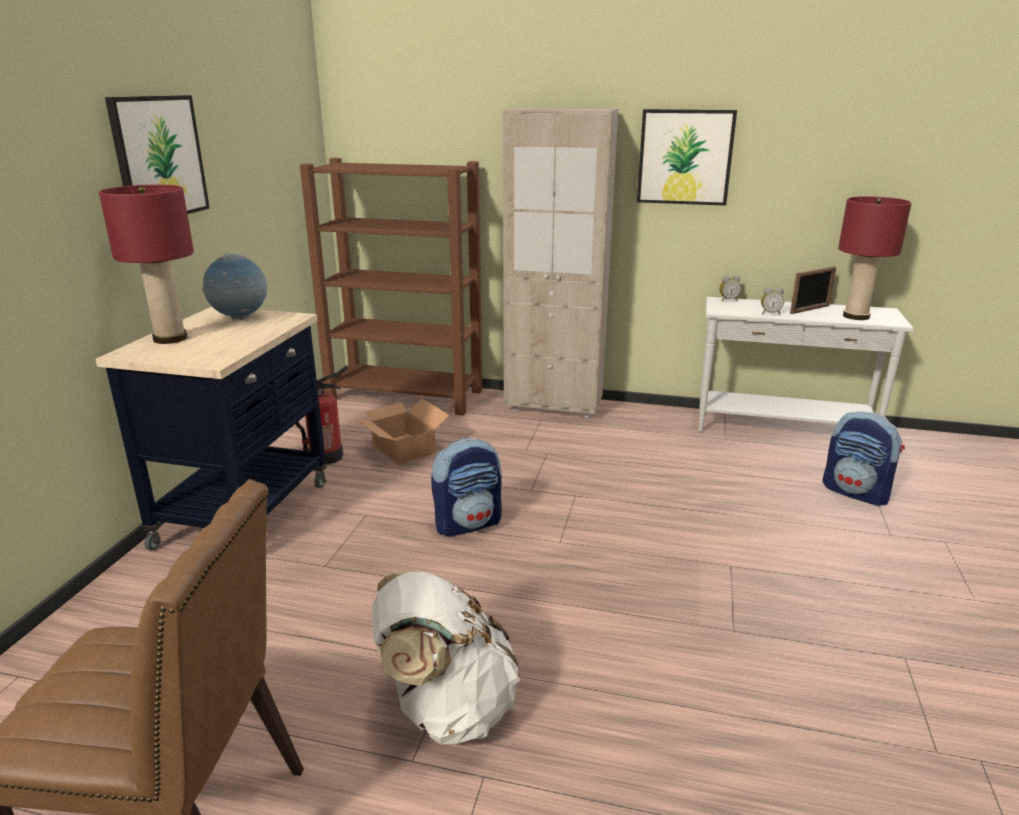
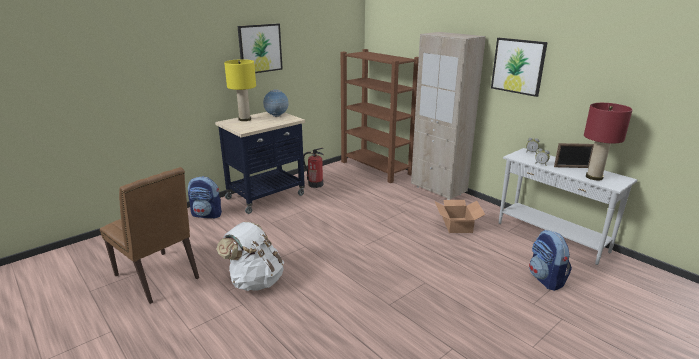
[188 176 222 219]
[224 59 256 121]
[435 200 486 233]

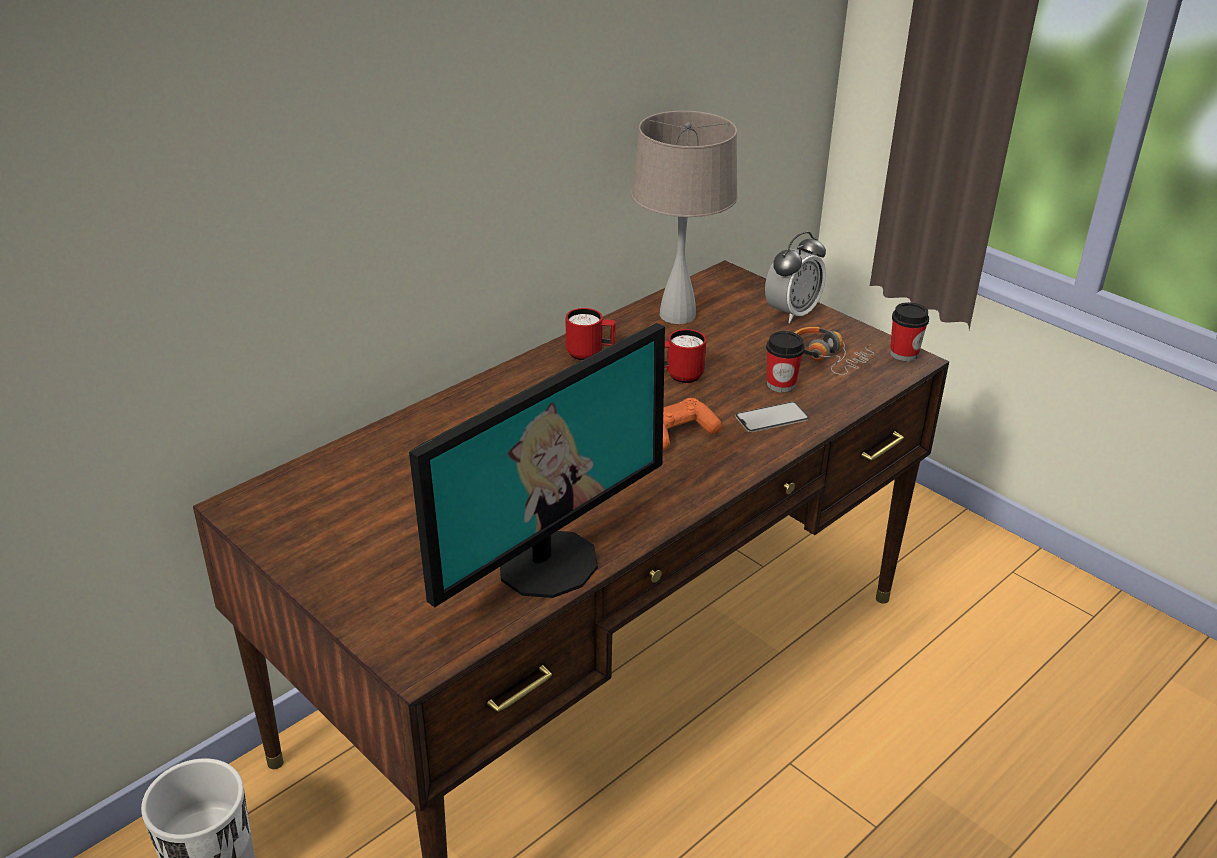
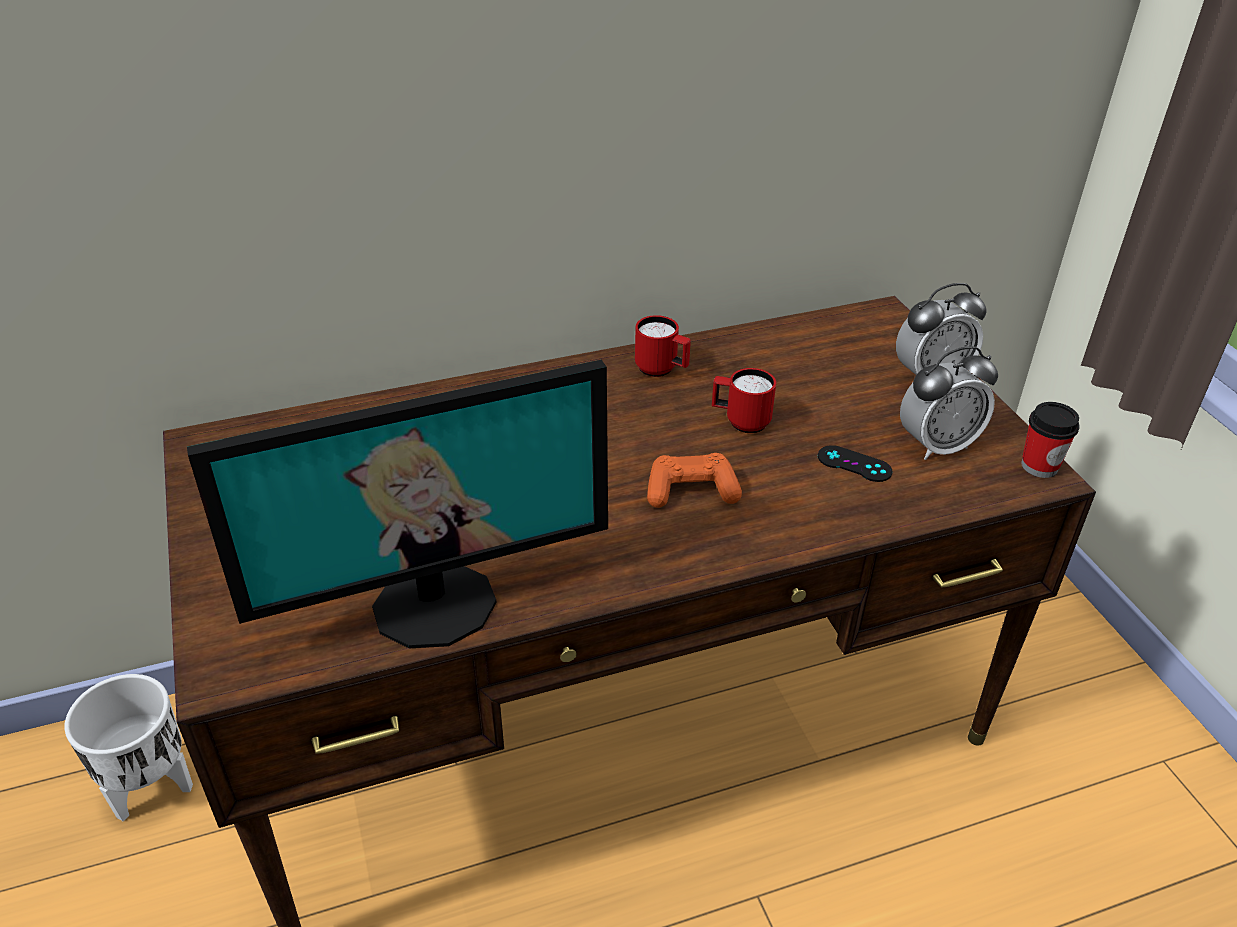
[818 445 892 482]
[900 346 998 460]
[631 111 738 324] (first image)
[735 402 809 433] (first image)

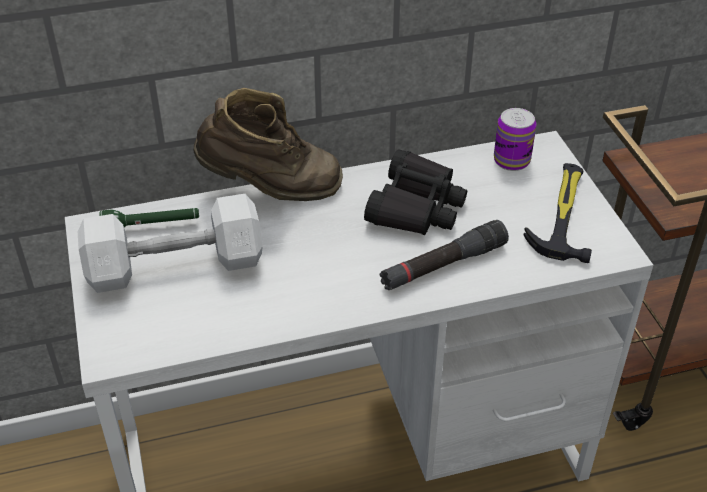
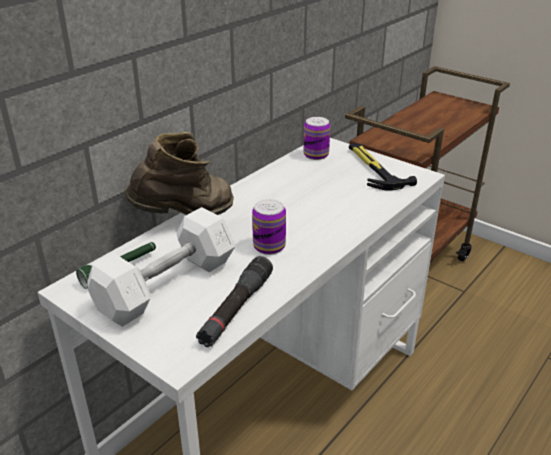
[196 256 273 347]
[252 199 286 255]
[364 149 467 235] (first image)

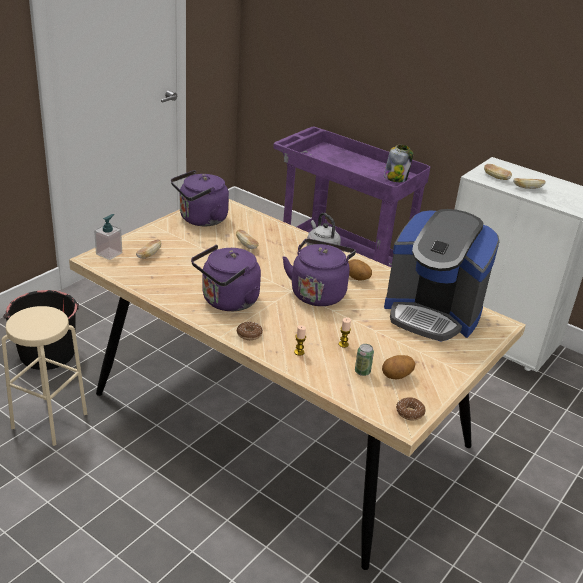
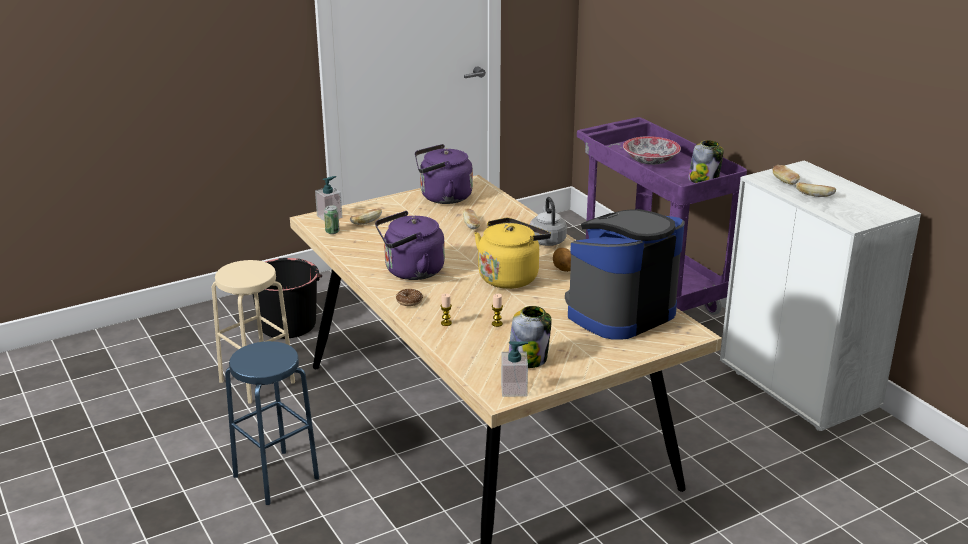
[225 341 319 505]
[324 205 340 234]
[474 218 551 289]
[501 341 528 397]
[508 306 552 368]
[565 209 685 340]
[623 136 681 165]

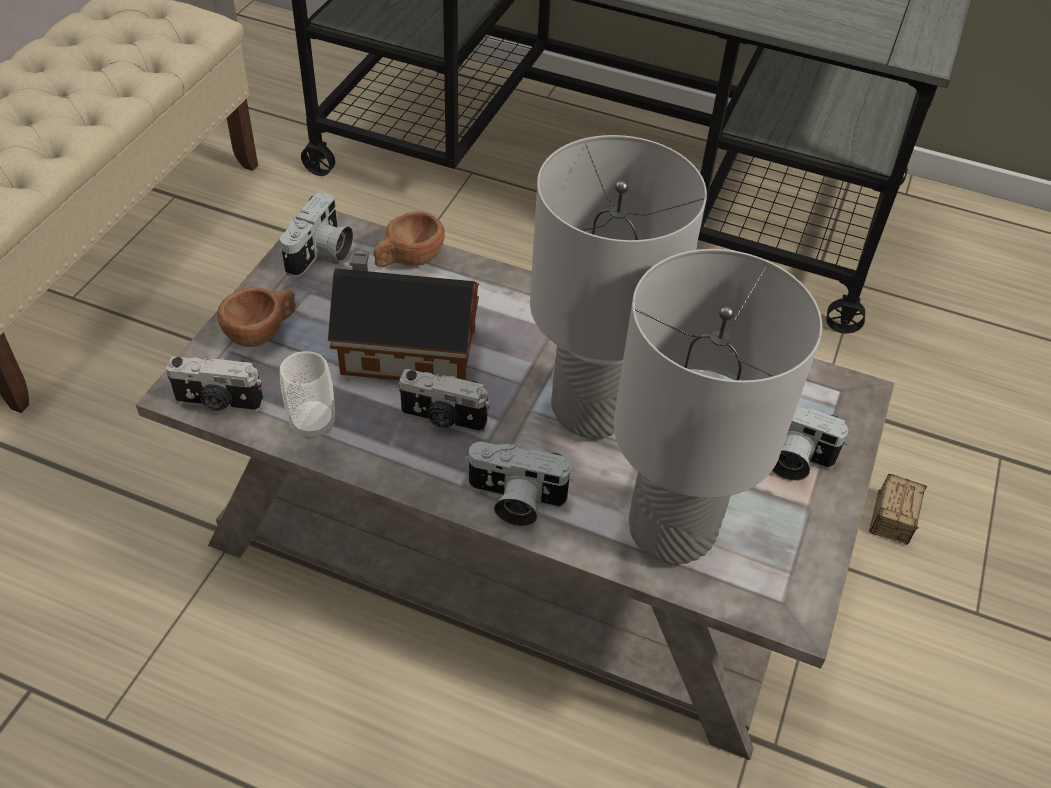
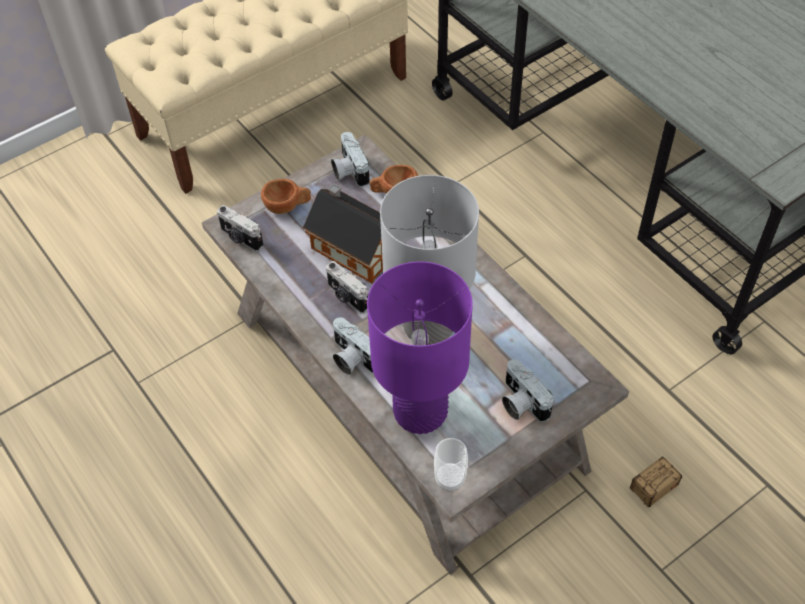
[331 132 370 187]
[367 261 473 434]
[434 438 468 490]

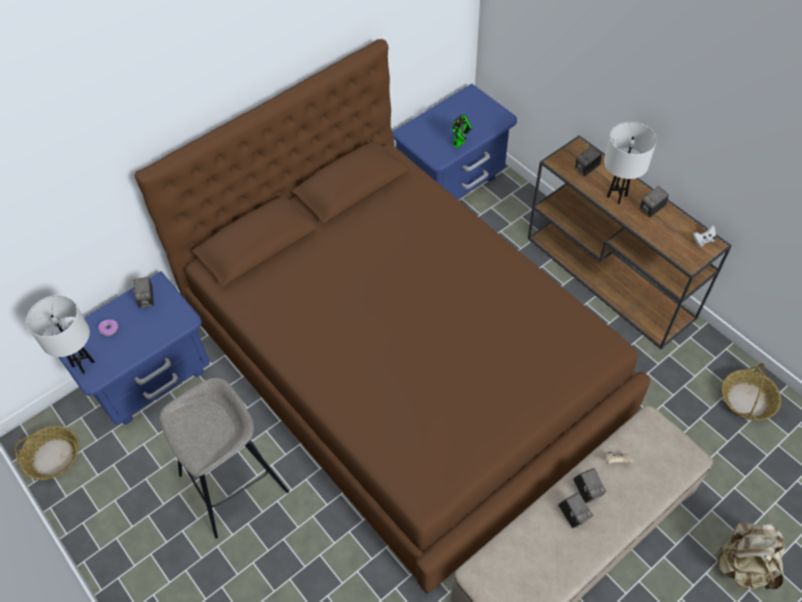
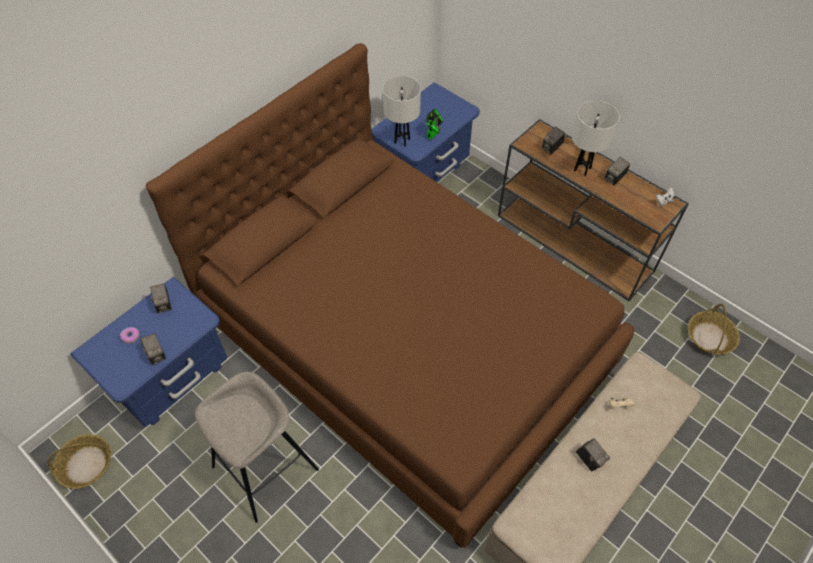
[140 333 166 365]
[383 76 421 147]
[715 522 785 589] (first image)

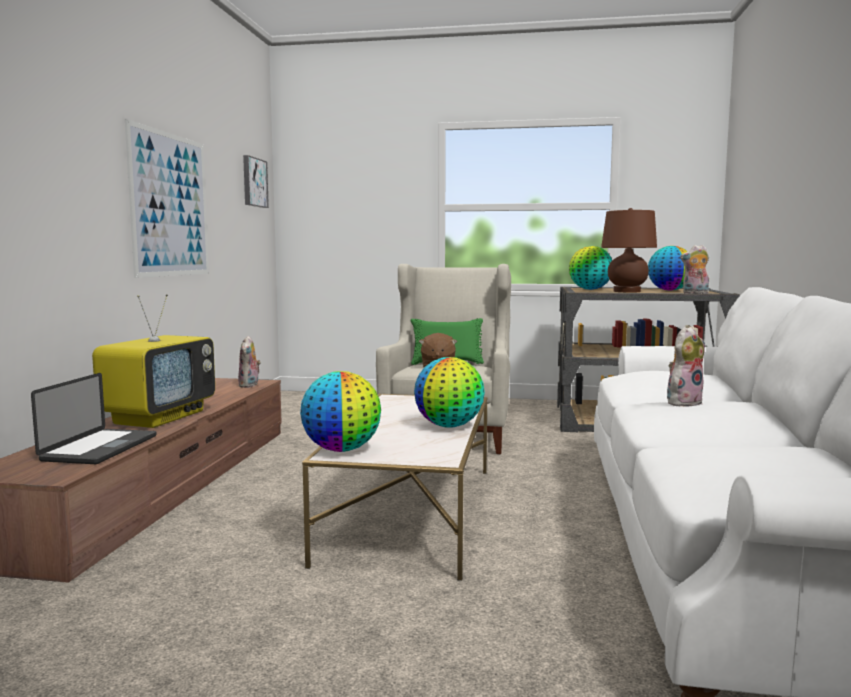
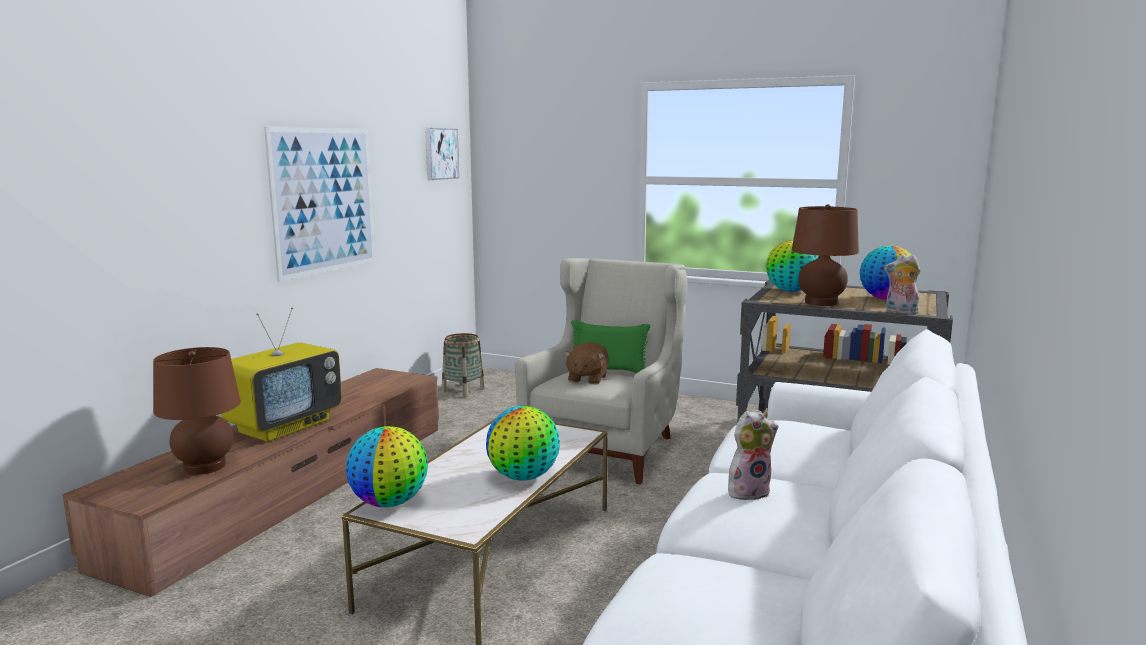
[153 347 241 475]
[442 333 485 397]
[238 336 261 388] (first image)

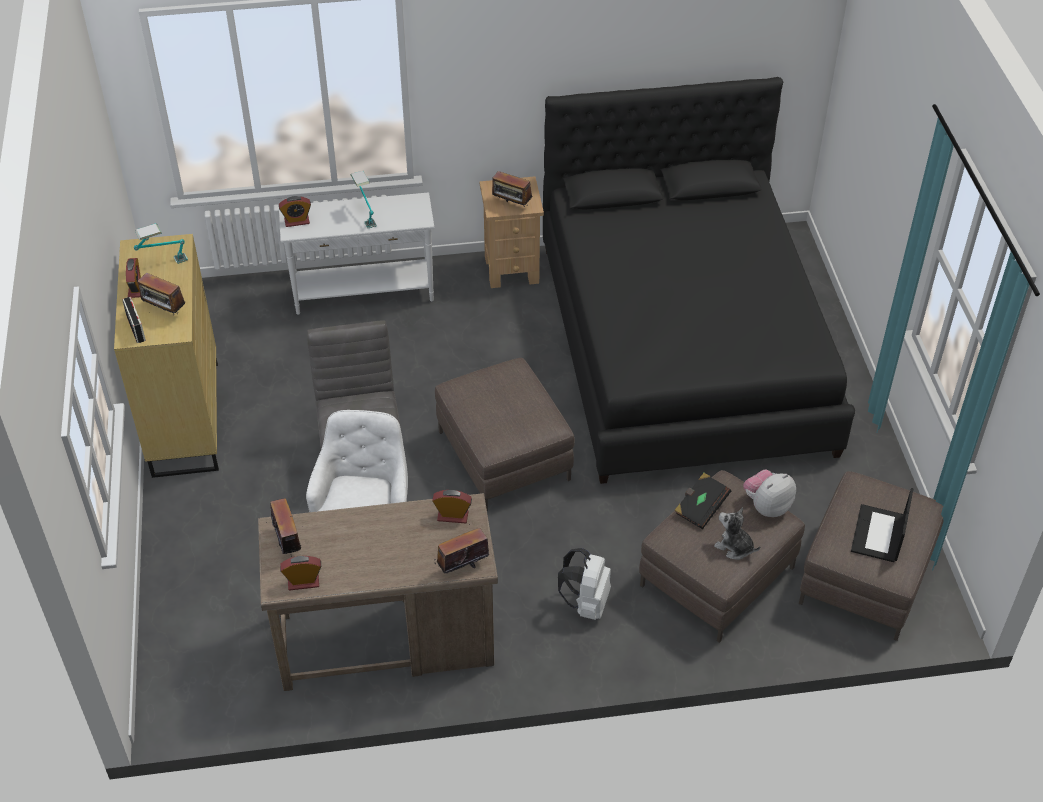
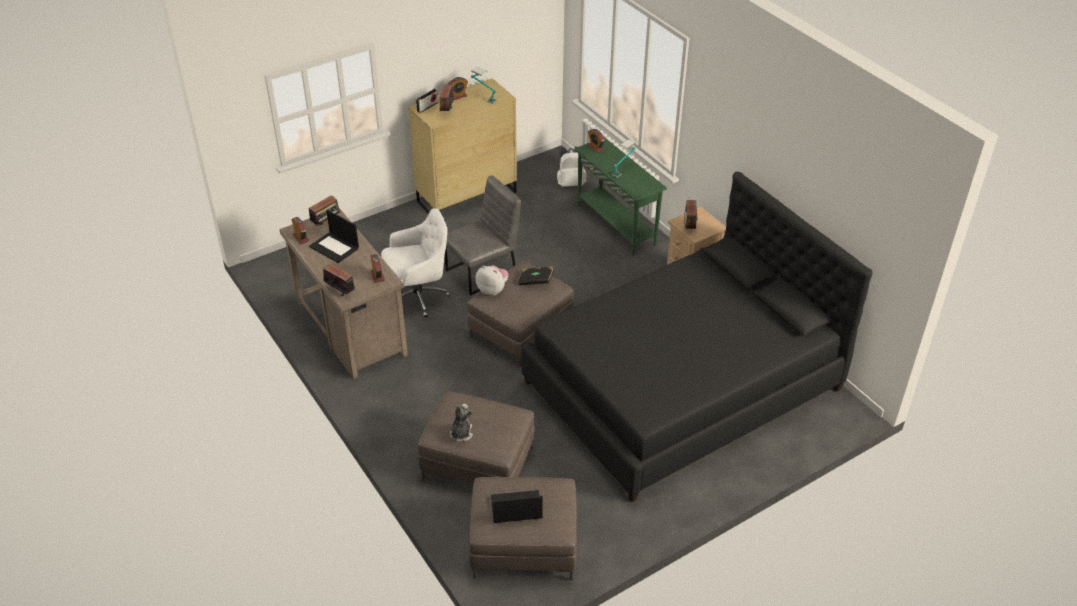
[309 210 359 263]
[476 265 509 296]
[518 266 554 285]
[557 146 586 187]
[574 137 667 256]

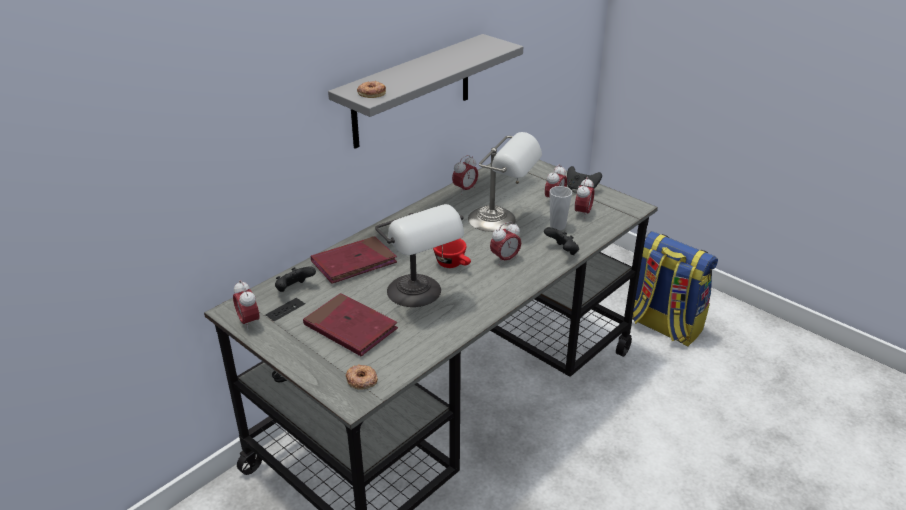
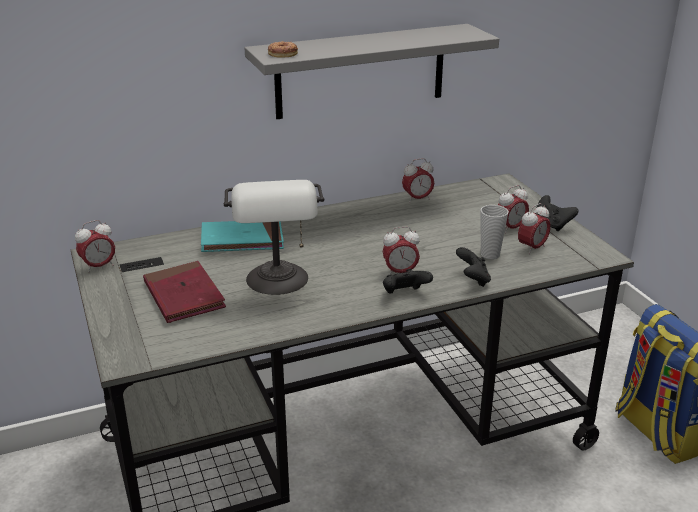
[75 220 115 273]
[201 221 284 252]
[383 269 433 293]
[346 364 378 390] (first image)
[433 239 471 268] (first image)
[468 132 542 232] (first image)

